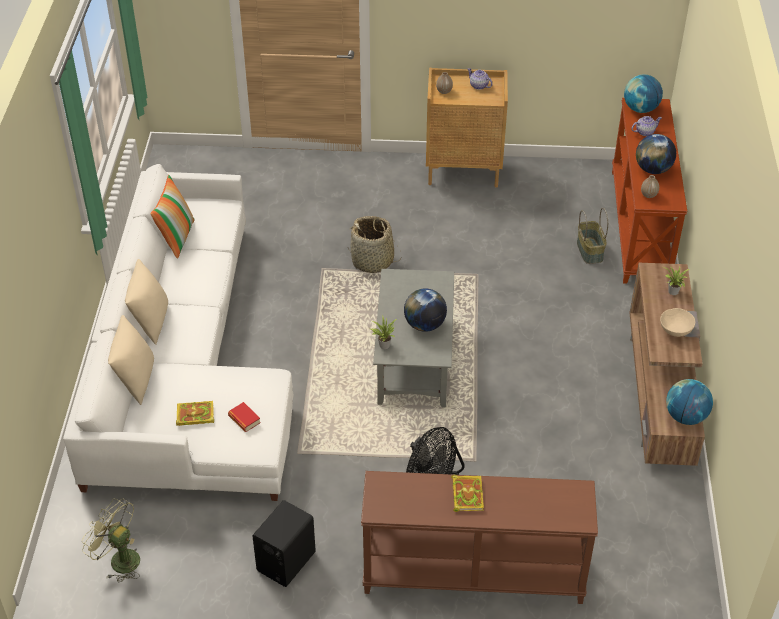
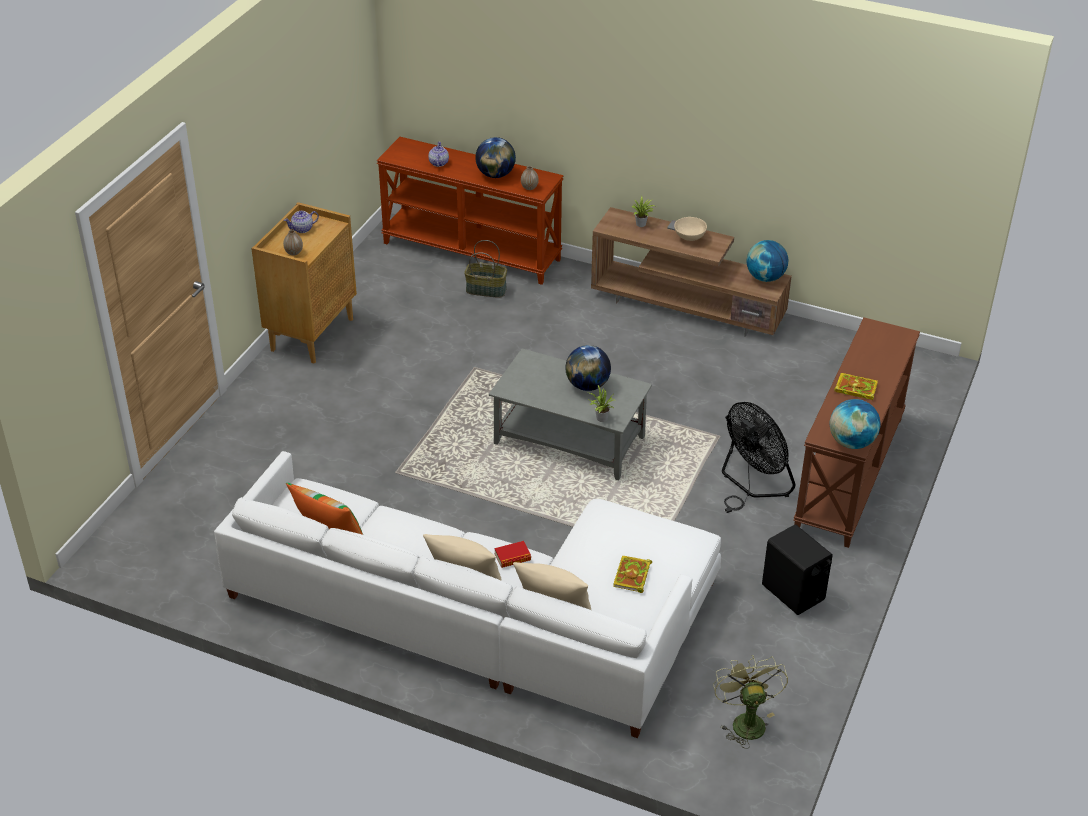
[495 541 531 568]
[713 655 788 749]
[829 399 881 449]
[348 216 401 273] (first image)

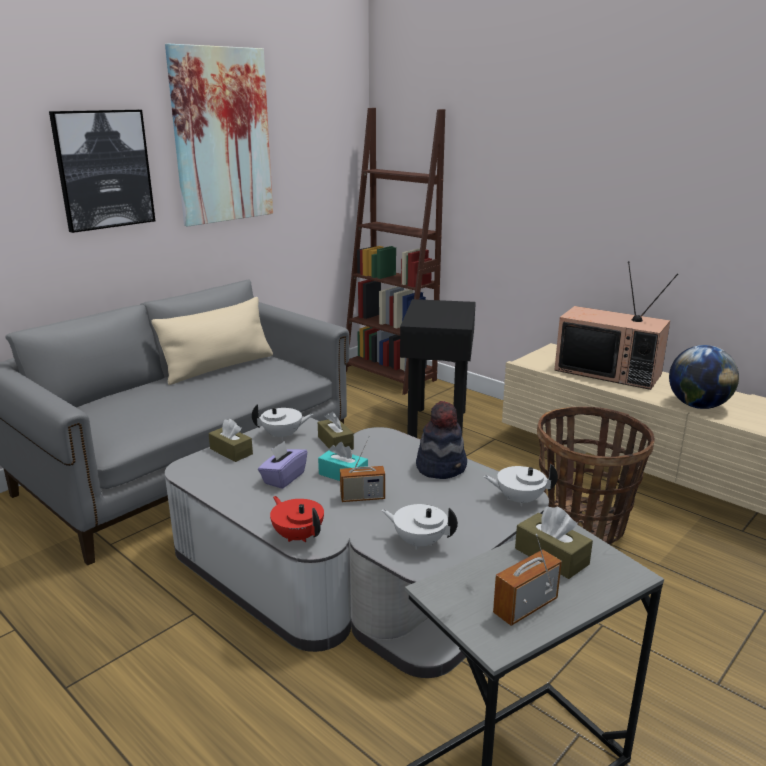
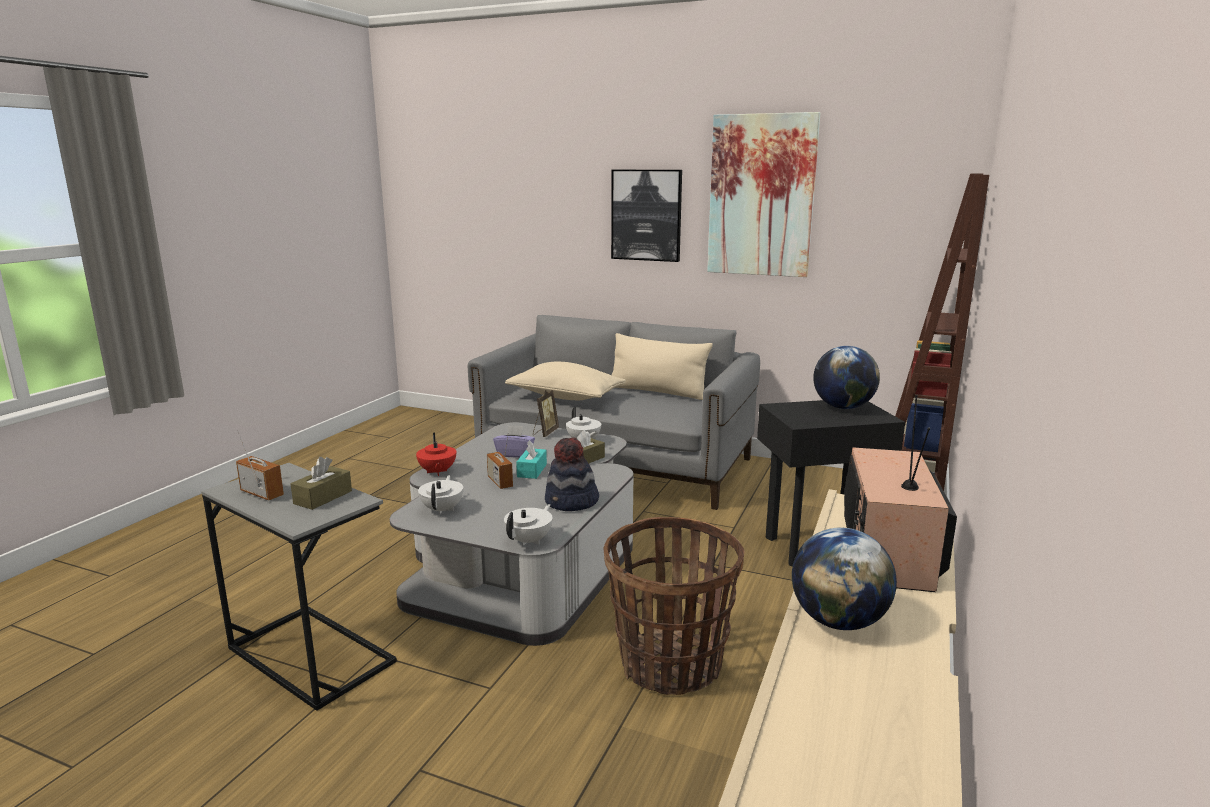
[416 433 456 476]
[504 504 553 546]
[505 362 626 400]
[533 390 559 437]
[813 346 880 409]

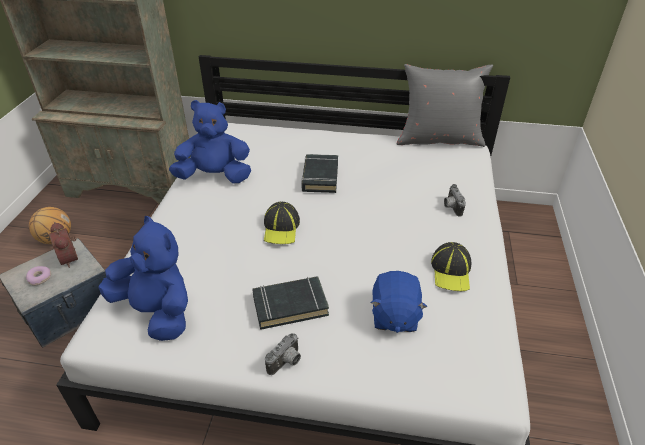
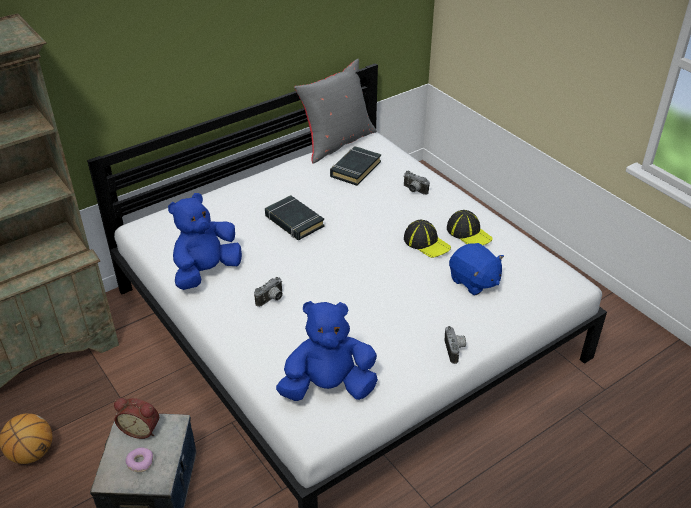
[254 277 283 307]
[330 146 381 186]
[404 220 451 258]

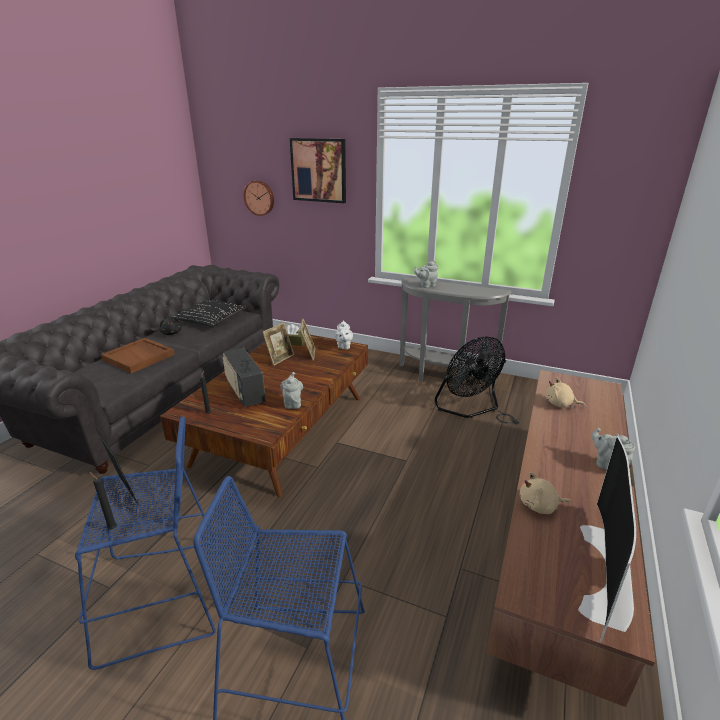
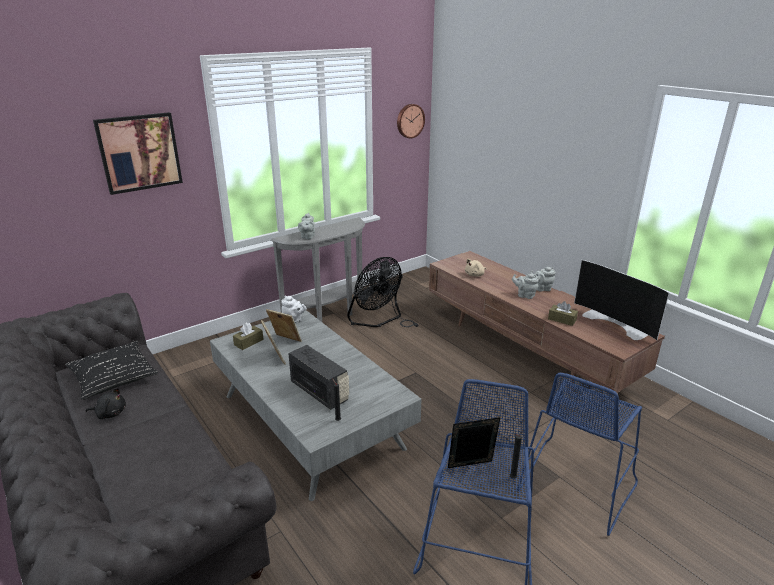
[210 310 421 501]
[288 345 349 410]
[347 257 419 327]
[397 104 425 138]
[512 274 539 299]
[548 301 578 326]
[101 338 175 374] (first image)

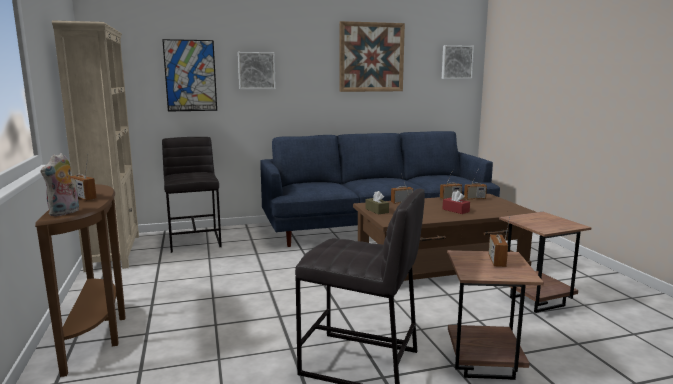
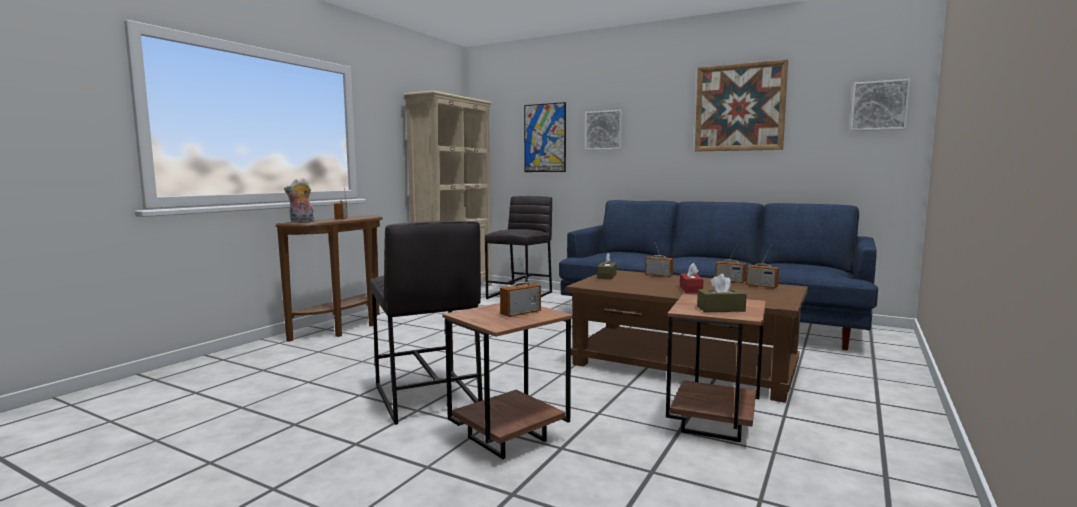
[697 274 747 312]

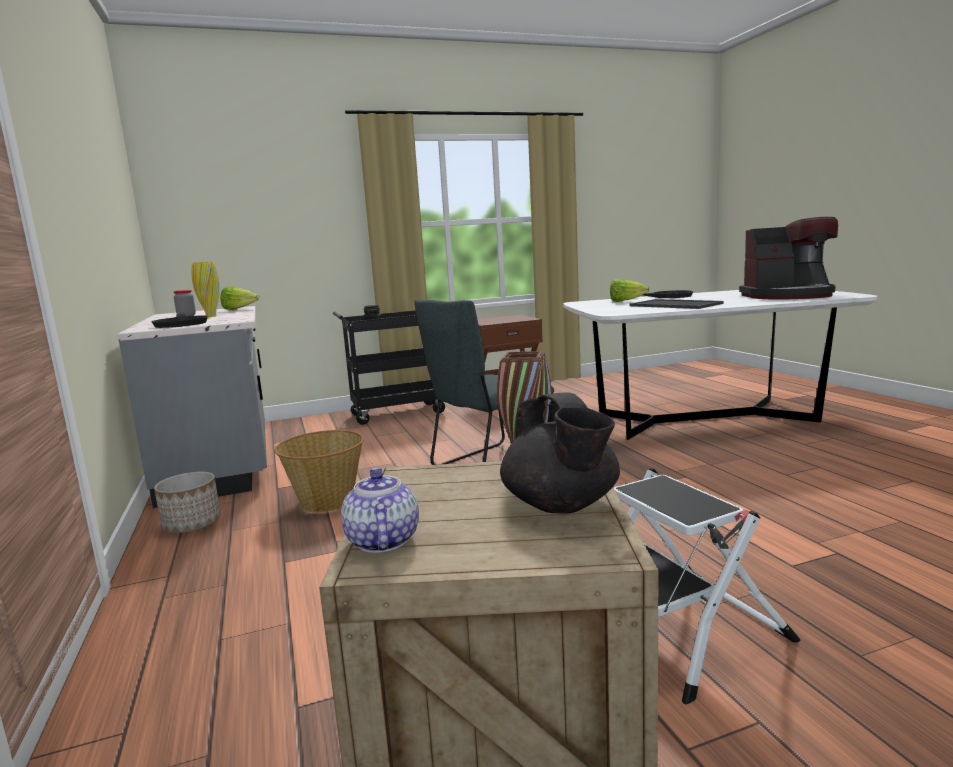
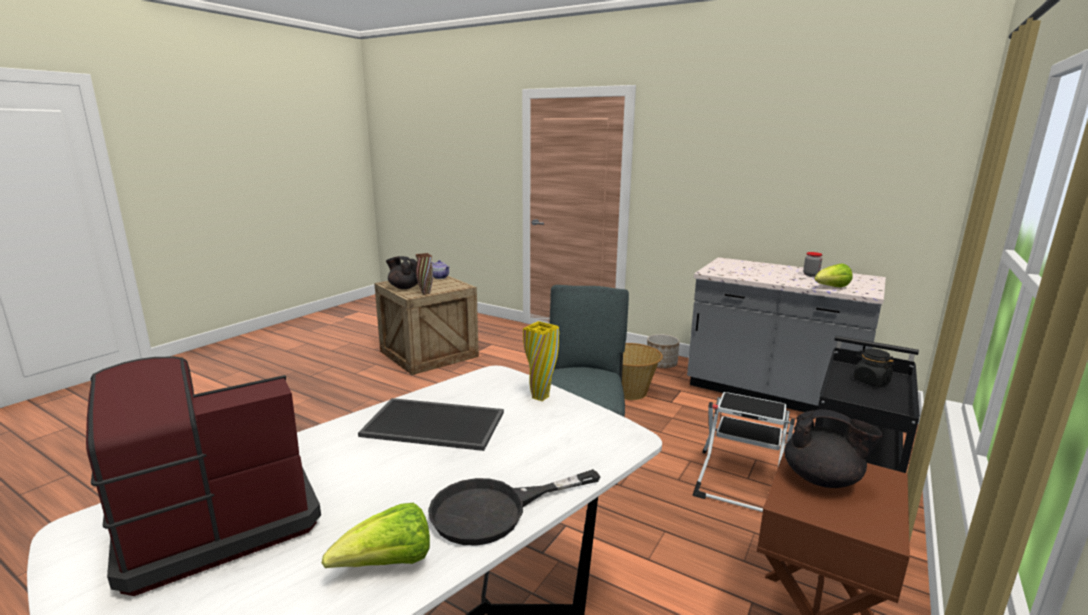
[322 503 430 568]
[523 321 559 401]
[693 392 795 512]
[785 409 883 488]
[151 314 208 328] (first image)

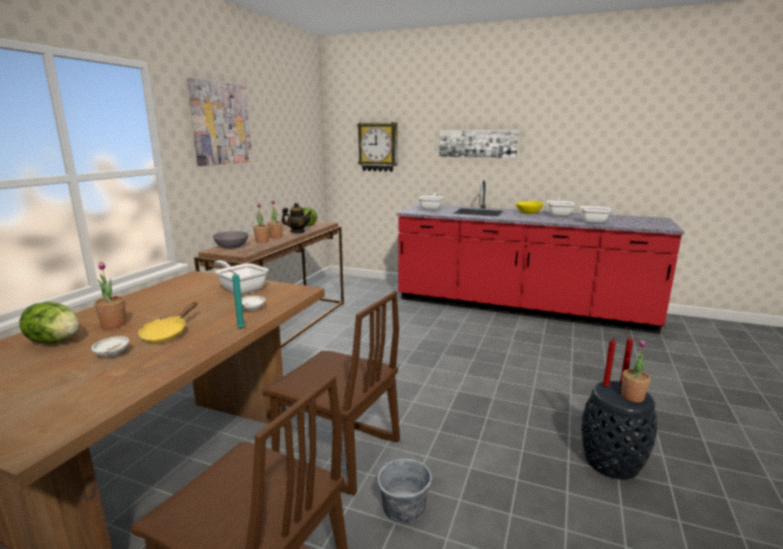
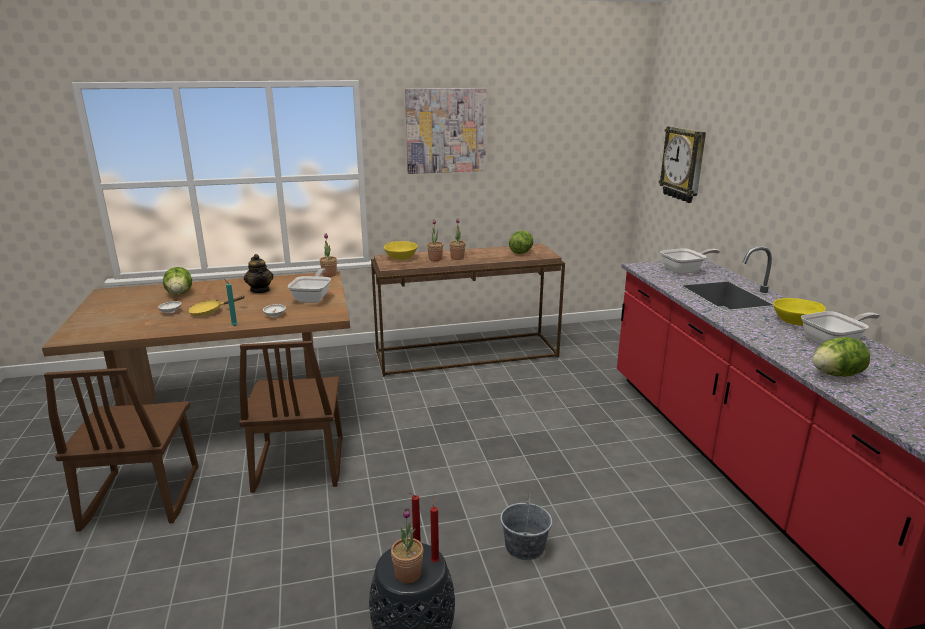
[244 254 273 293]
[320 233 337 277]
[384 241 417 260]
[500 493 552 560]
[812 337 870 377]
[439 130 519 158] (first image)

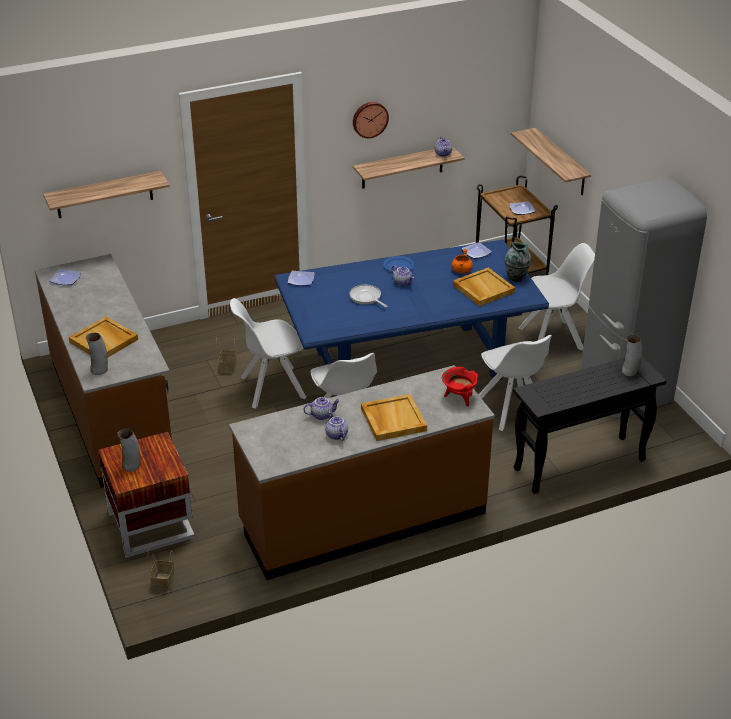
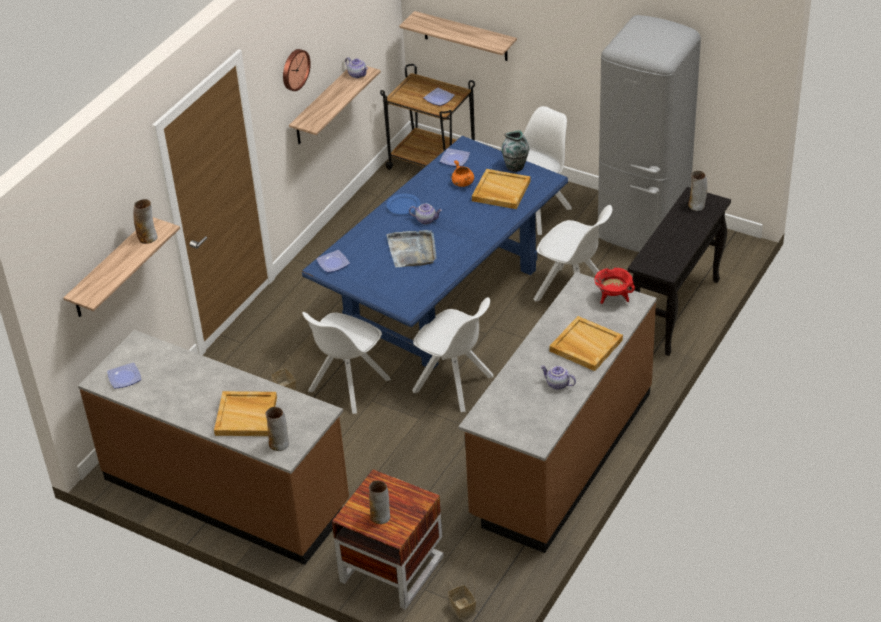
[133 199 158 244]
[386 230 437 267]
[304 397 340 420] (first image)

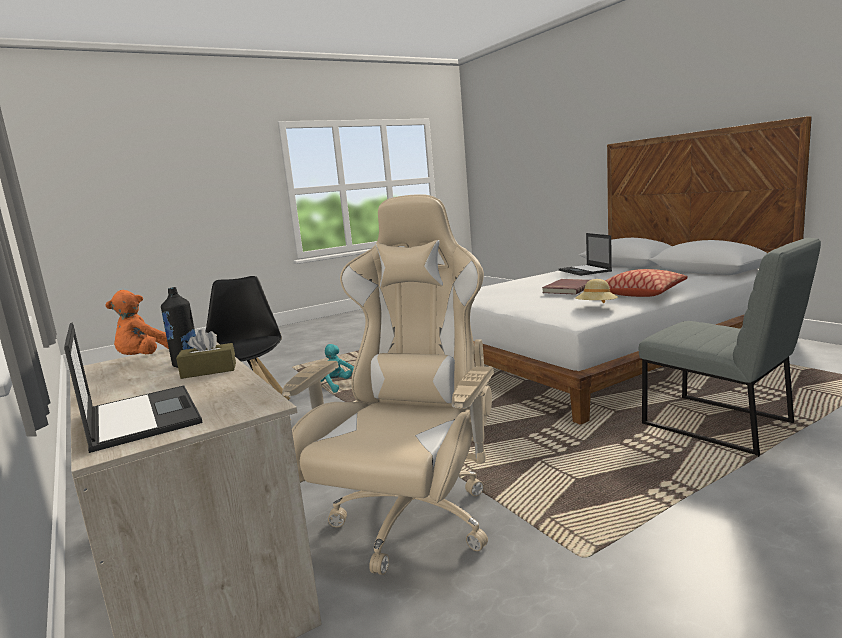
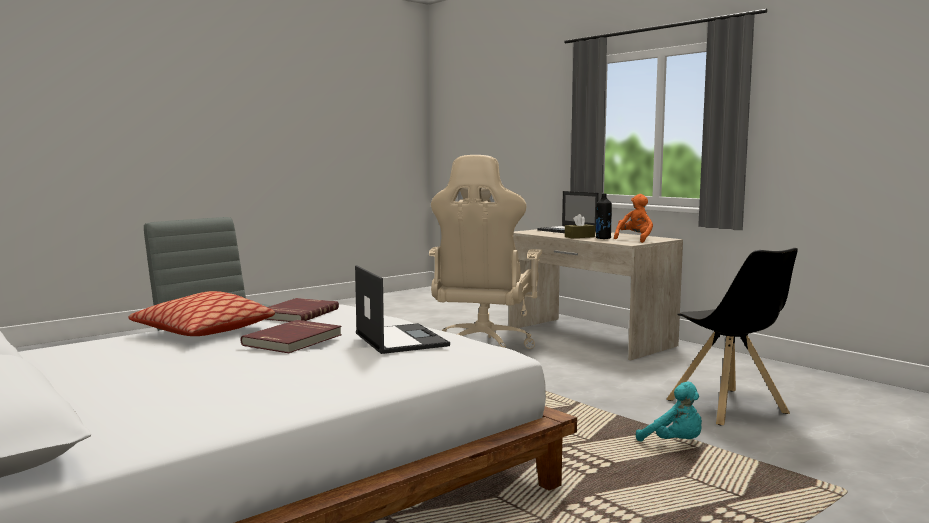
[264 298 339 322]
[355 265 450 354]

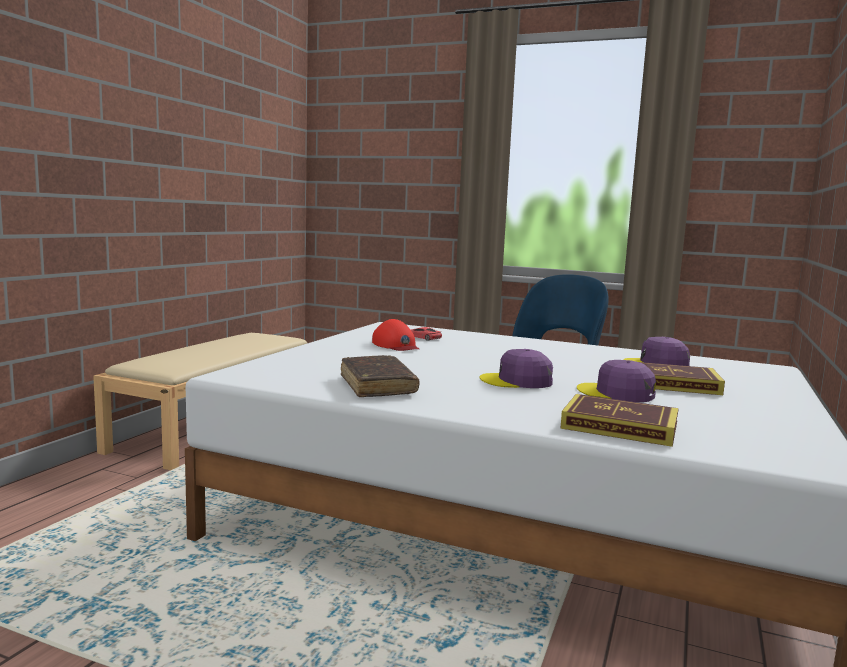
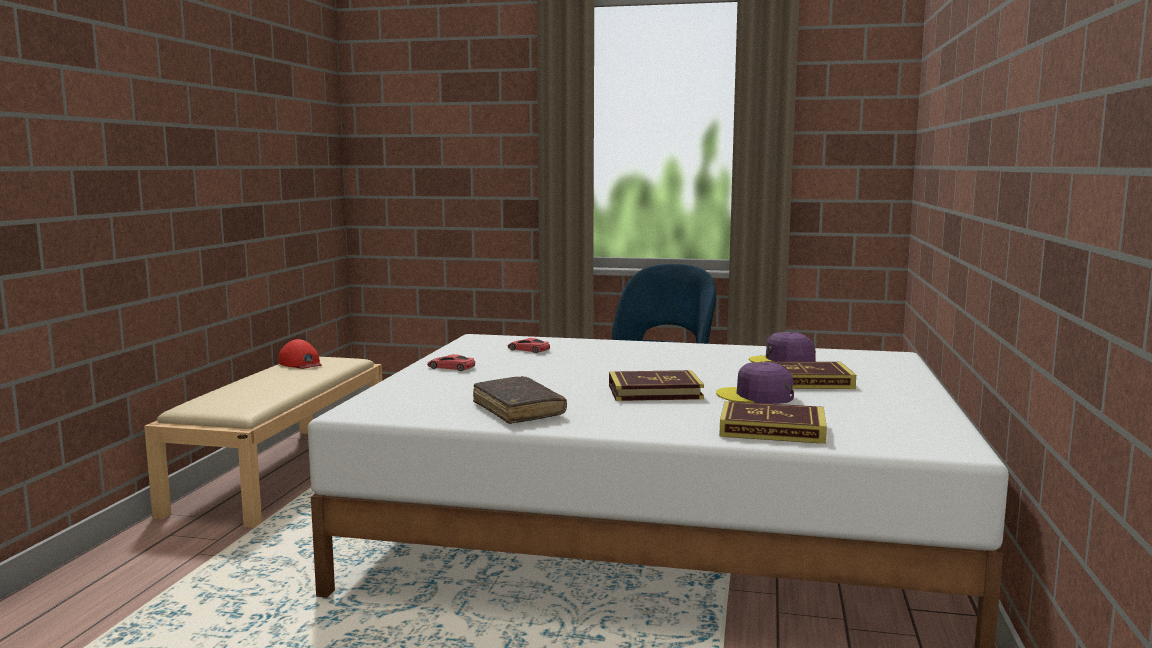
[278 339 322 369]
[427 354 475 371]
[609 370 704 401]

